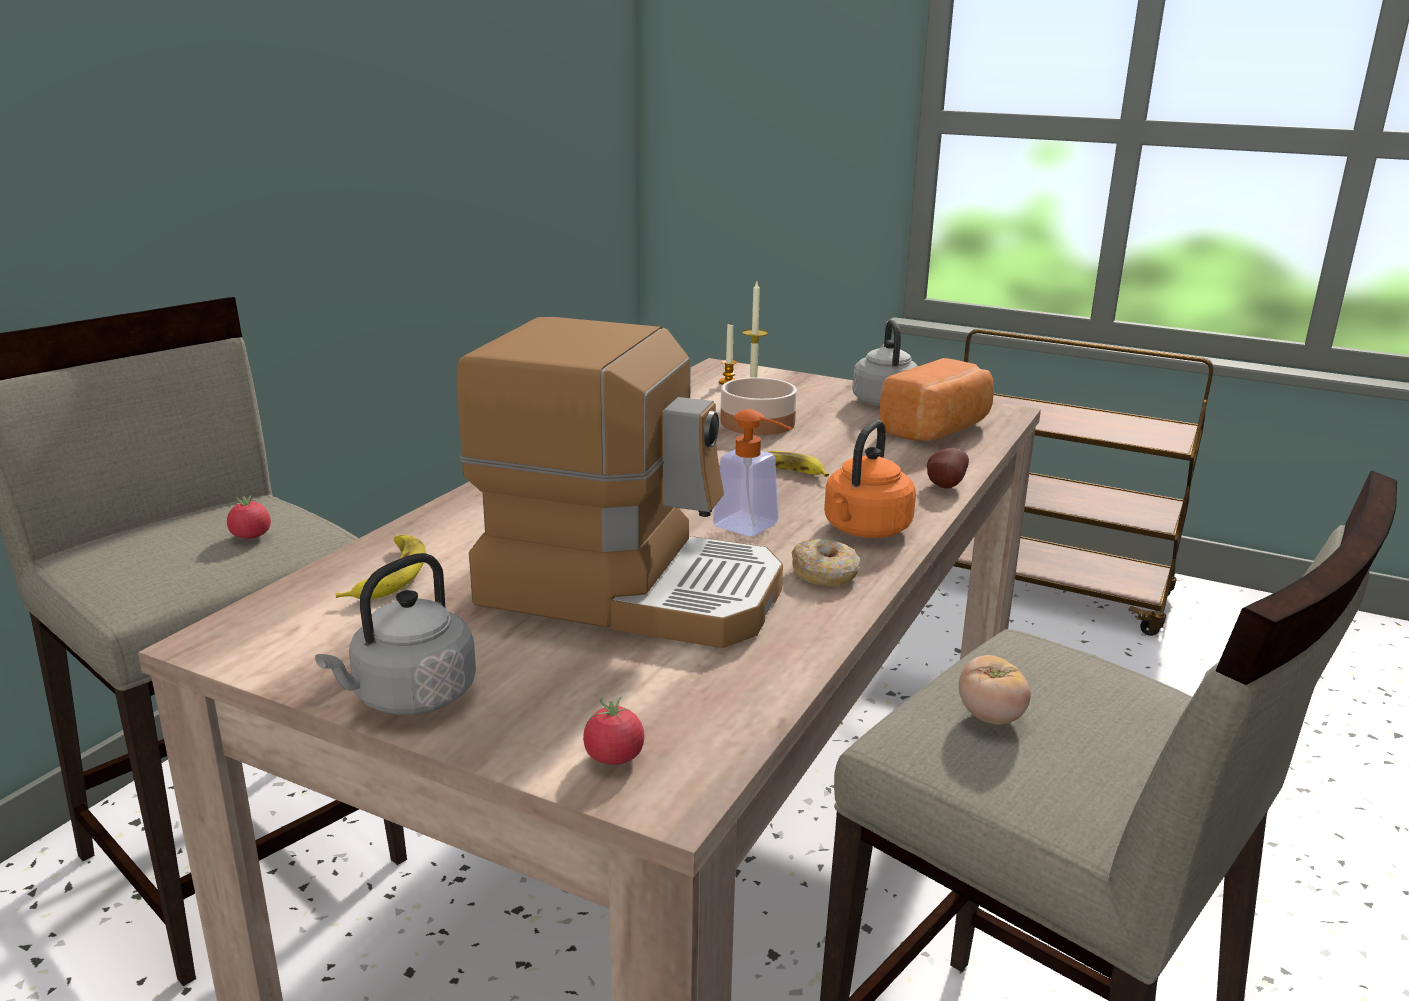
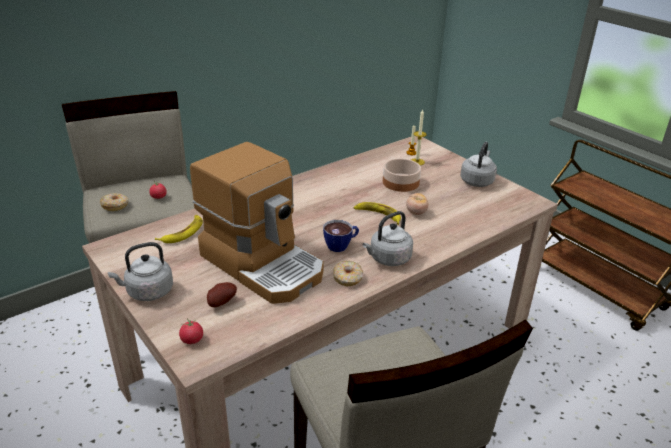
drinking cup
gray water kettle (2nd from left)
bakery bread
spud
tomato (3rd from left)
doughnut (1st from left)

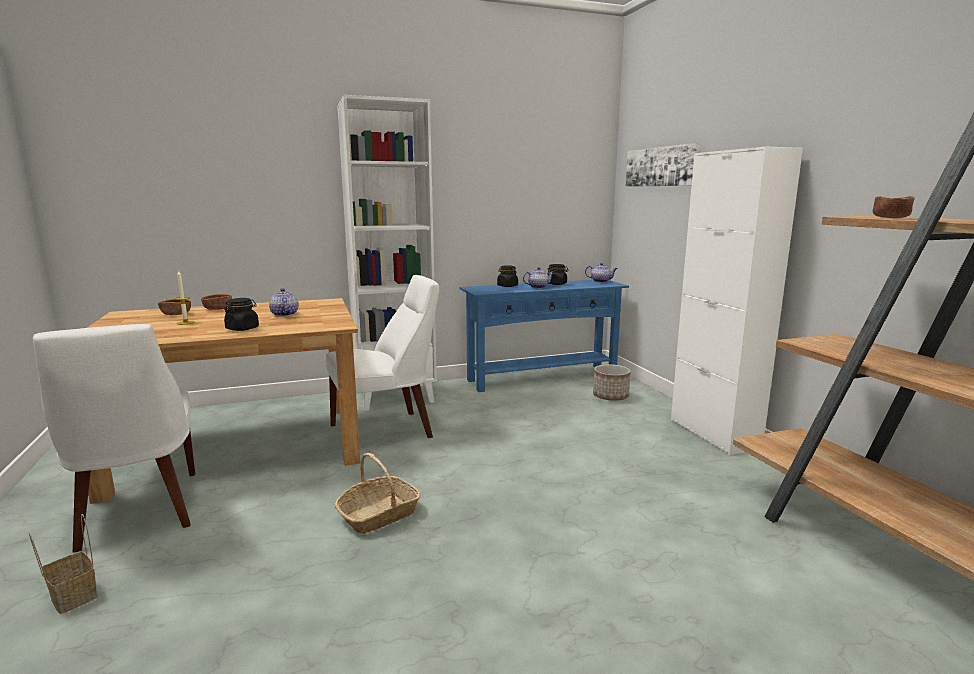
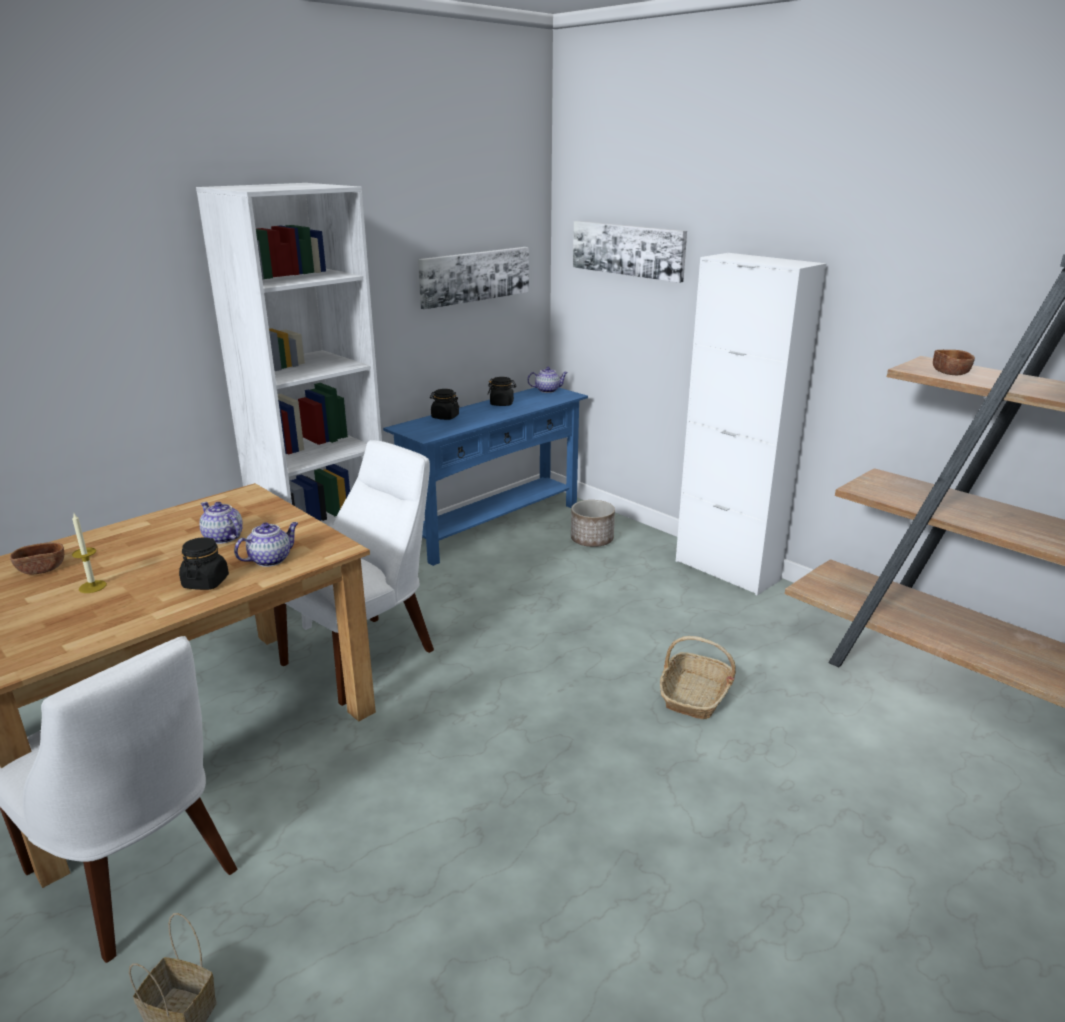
brownish serving bowl (2nd from left in the first image)
household basket (2nd from left)
pot for tea (2nd from left)
wall art (1st from left)

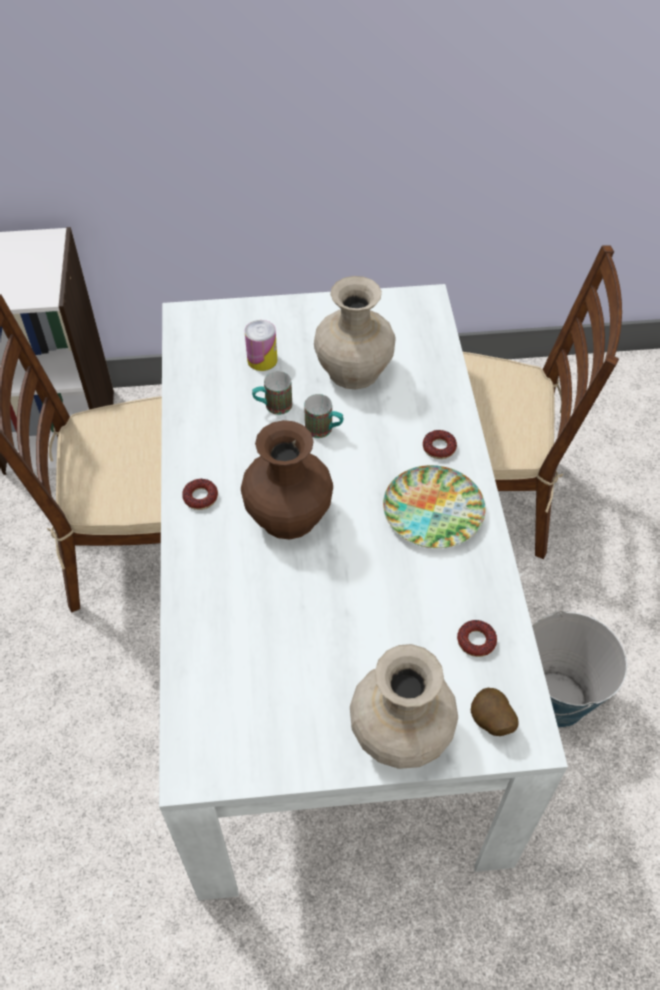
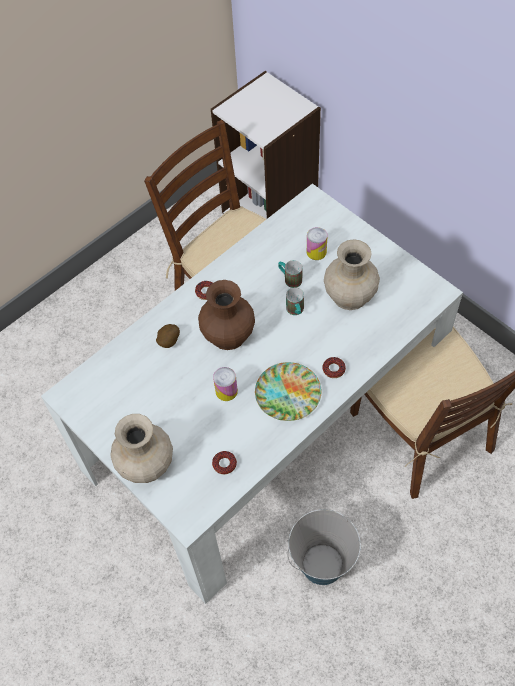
spud
sealed can (1st from left)

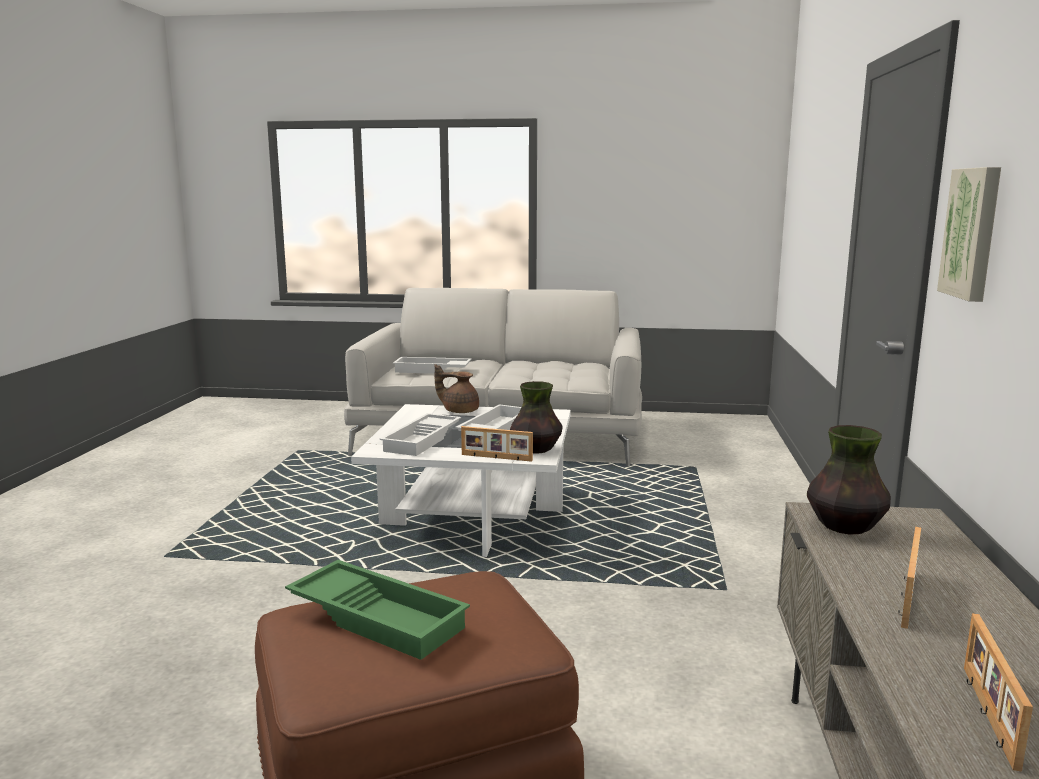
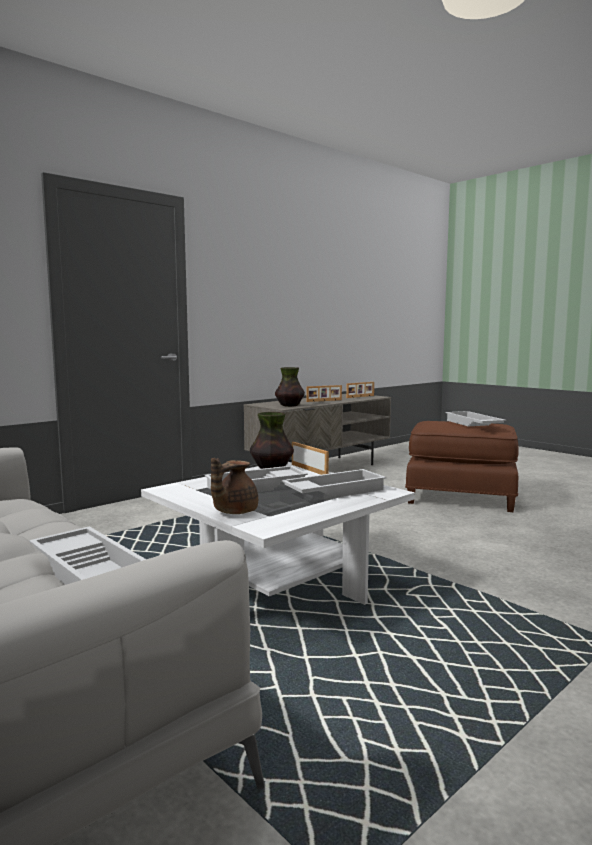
white carrying tray (4th from left)
brownish pot for tea
wall art

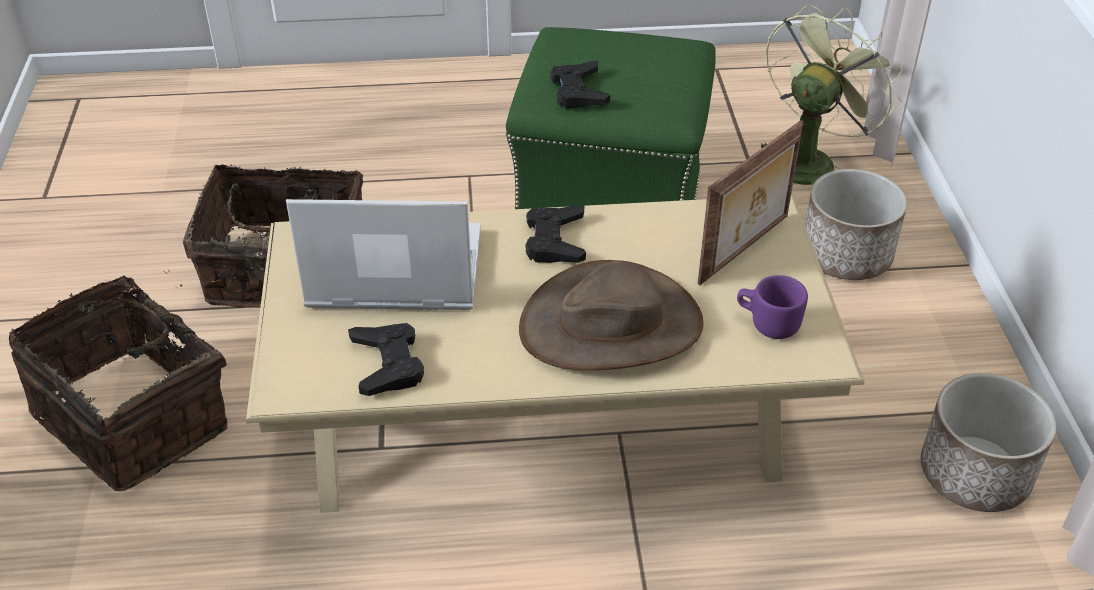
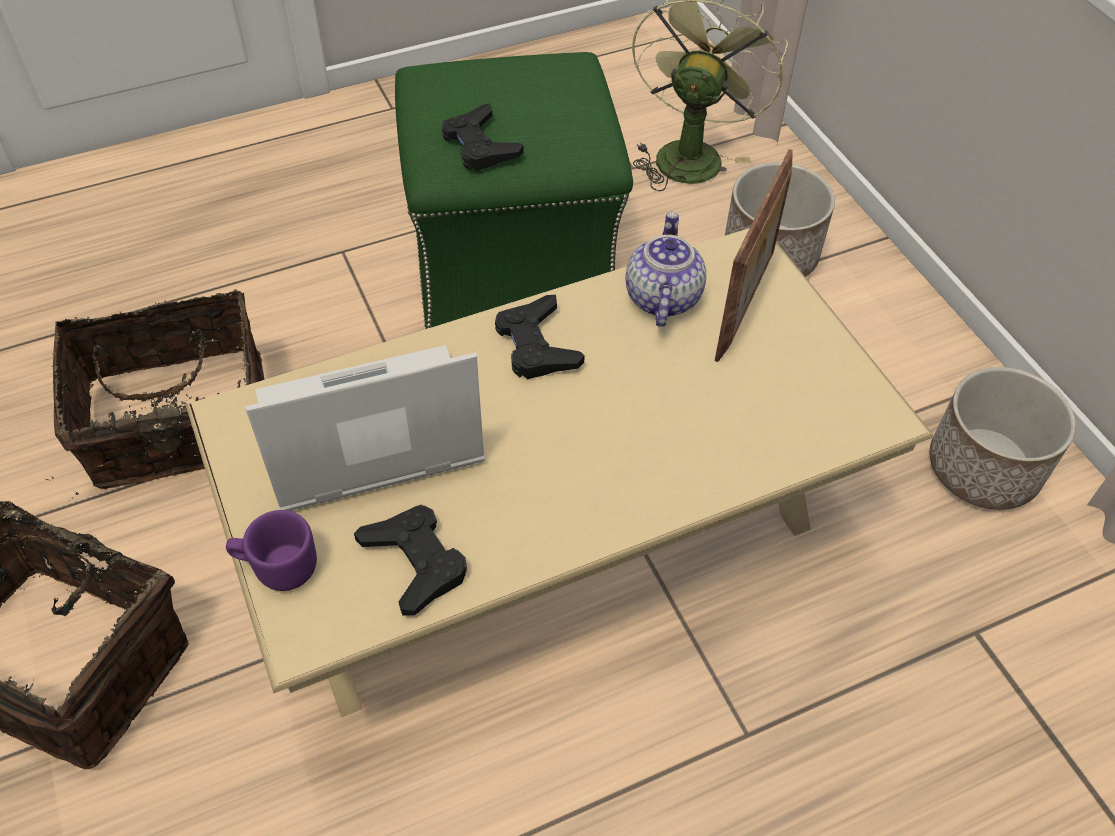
brownish hat
purplish coffee mug
pot for tea

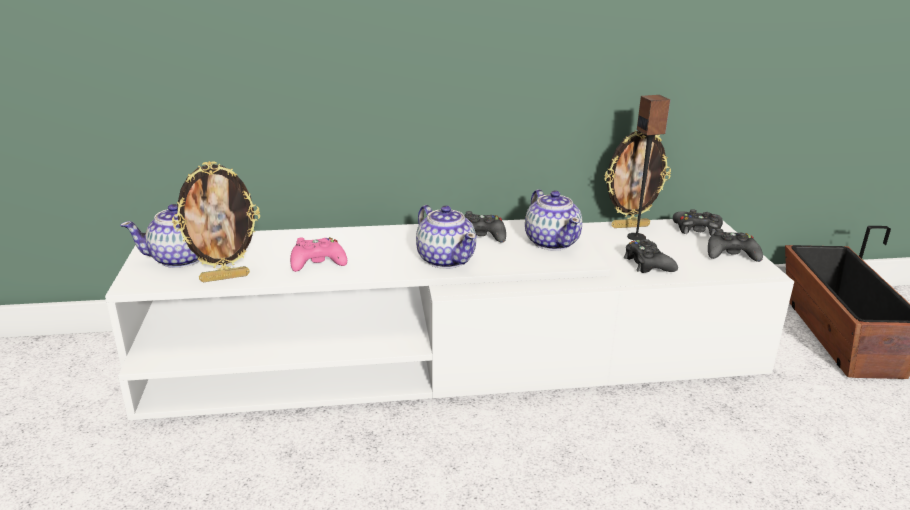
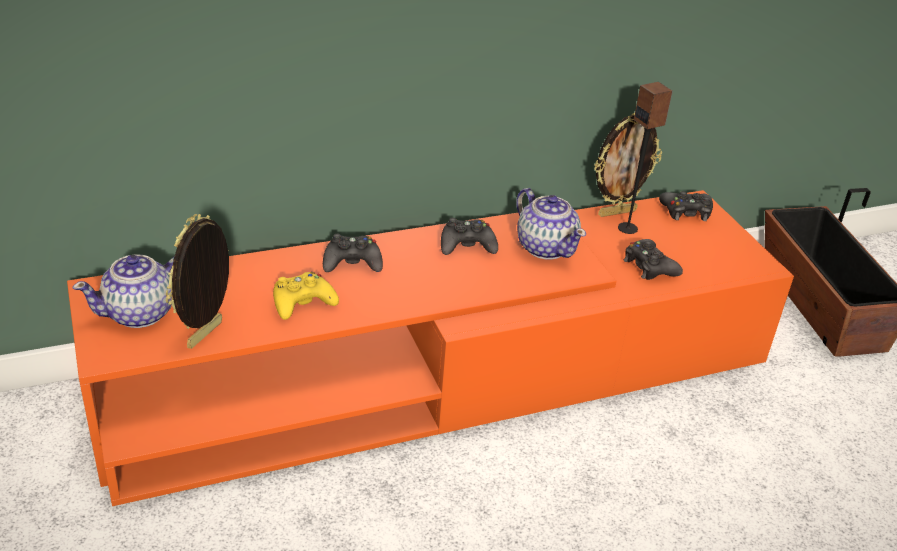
orange-coloured media console
picture frame (1st from left)
yellow-coloured joypad
pot for tea (2nd from left in the first image)
black joypad (1st from left)

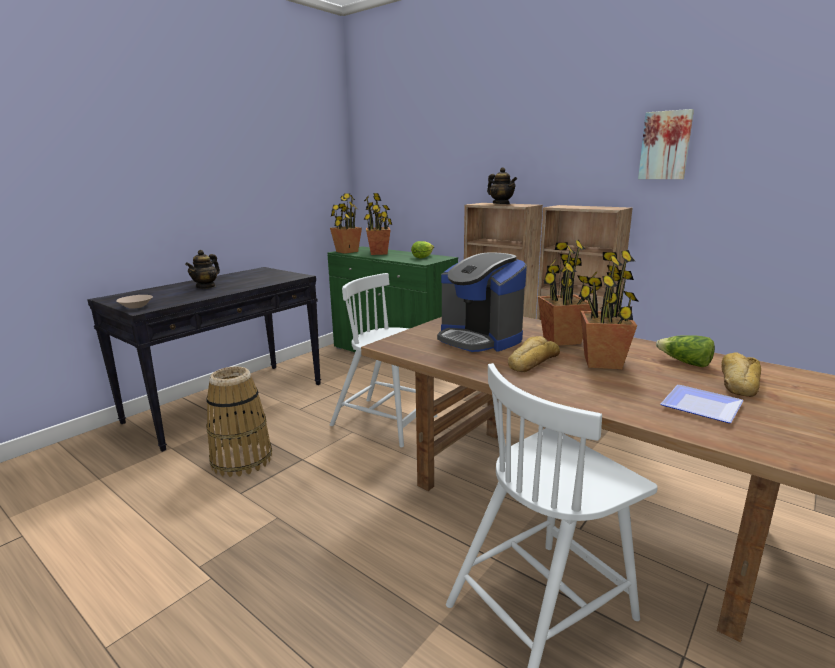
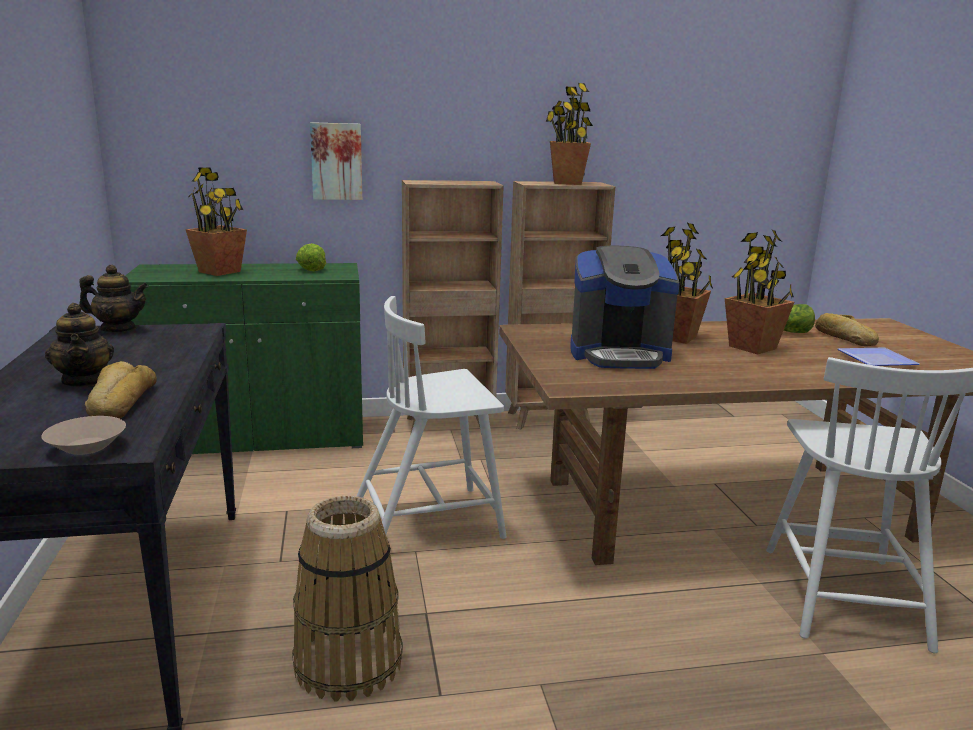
plant in a pot (2nd from left)
pot for tea (2nd from left)
bakery bread (1st from left)
wall art

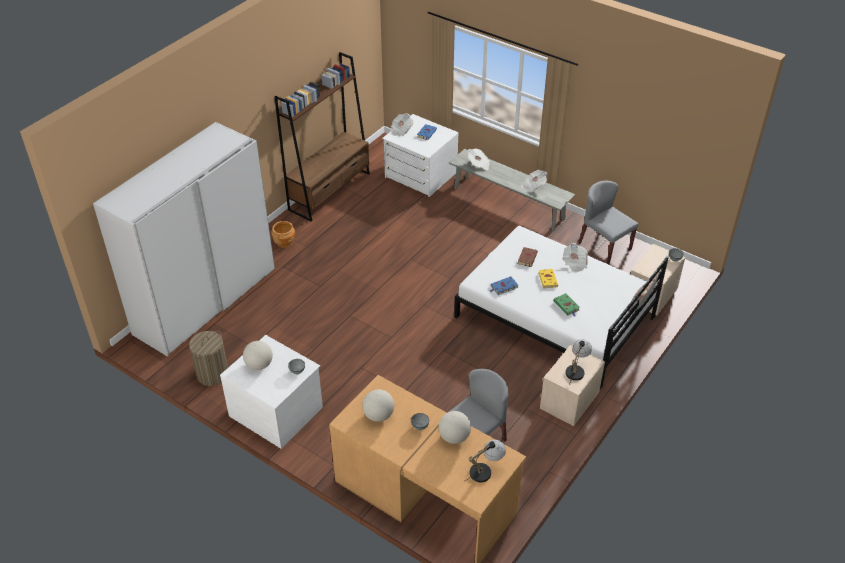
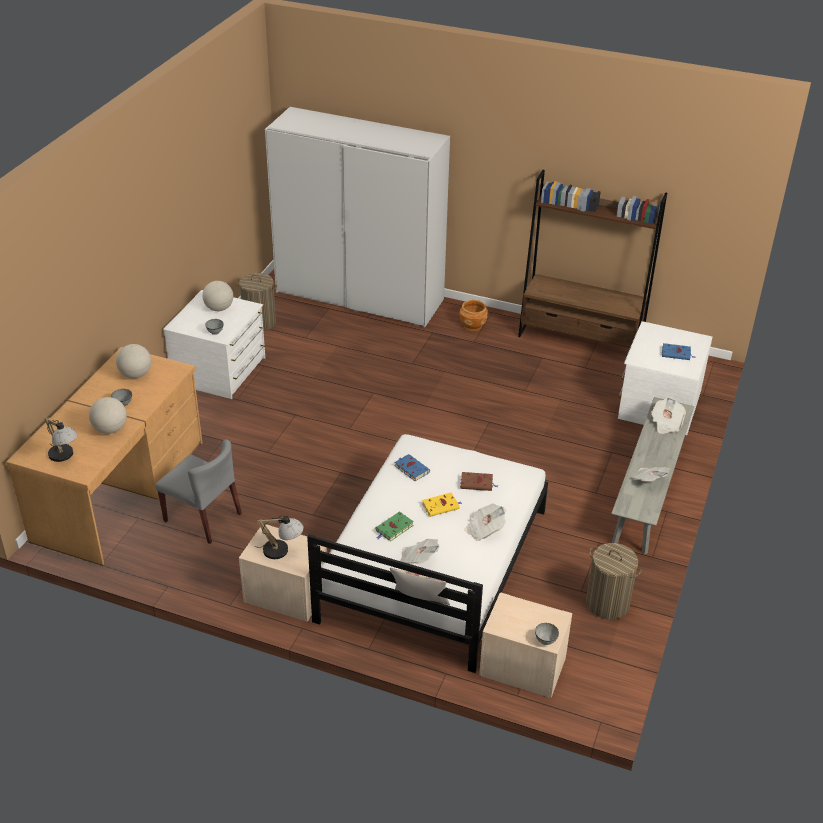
newspaper (1st from left)
hamper (2nd from left)

